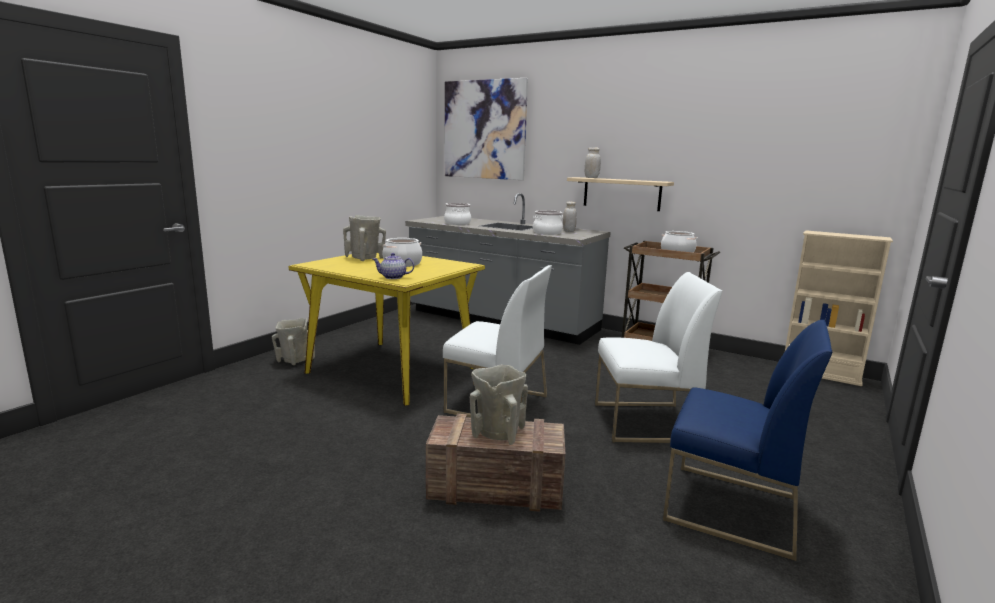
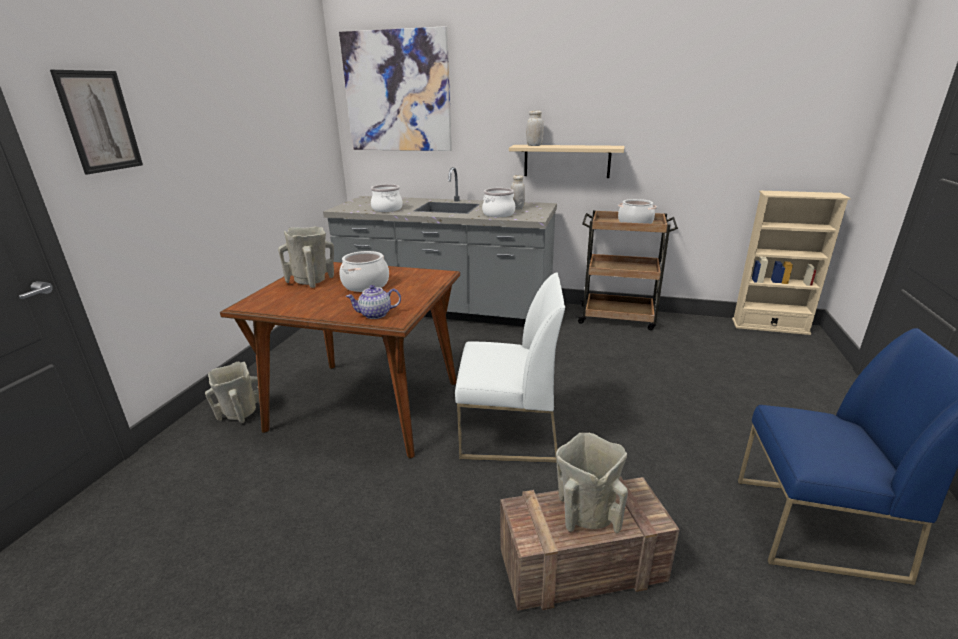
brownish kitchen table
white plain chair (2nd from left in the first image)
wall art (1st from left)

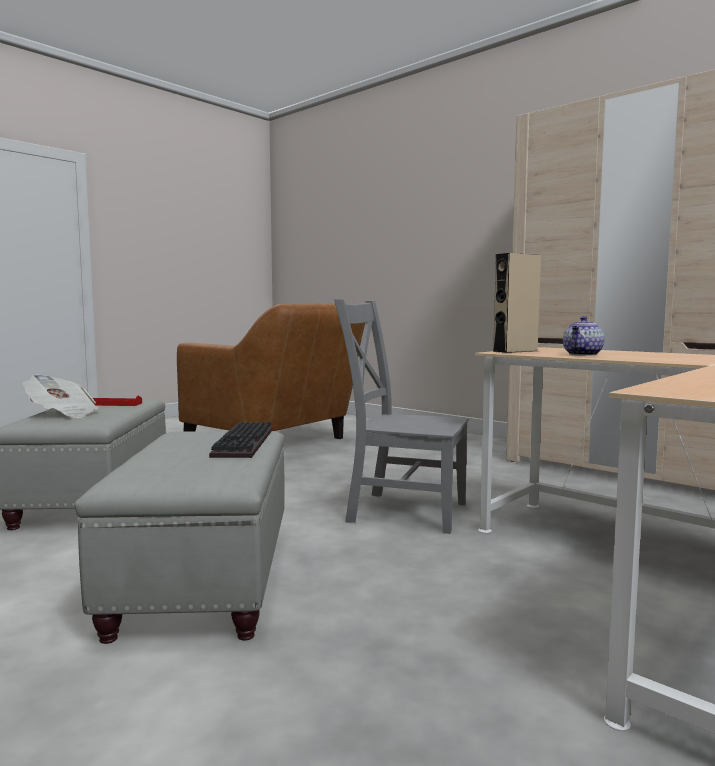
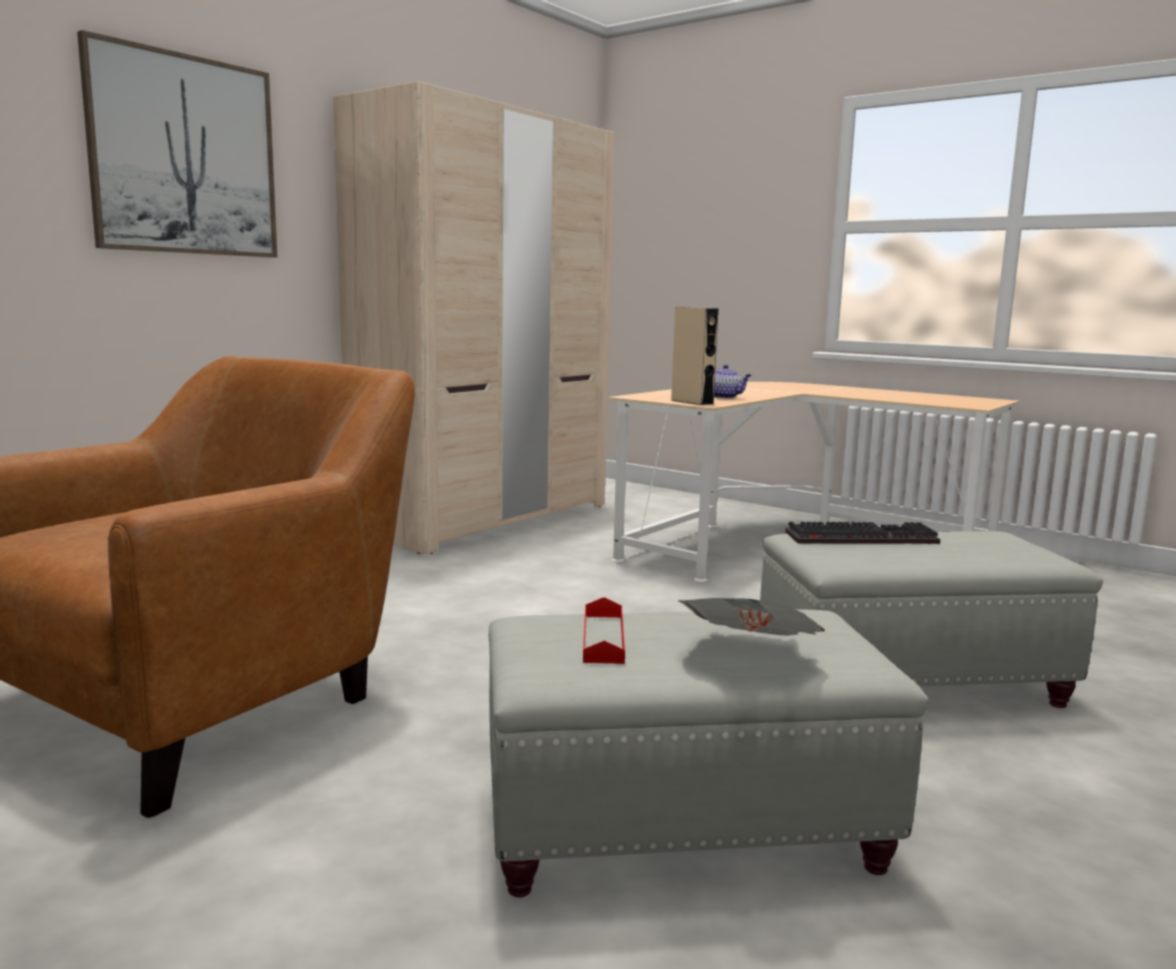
gray plain chair
wall art

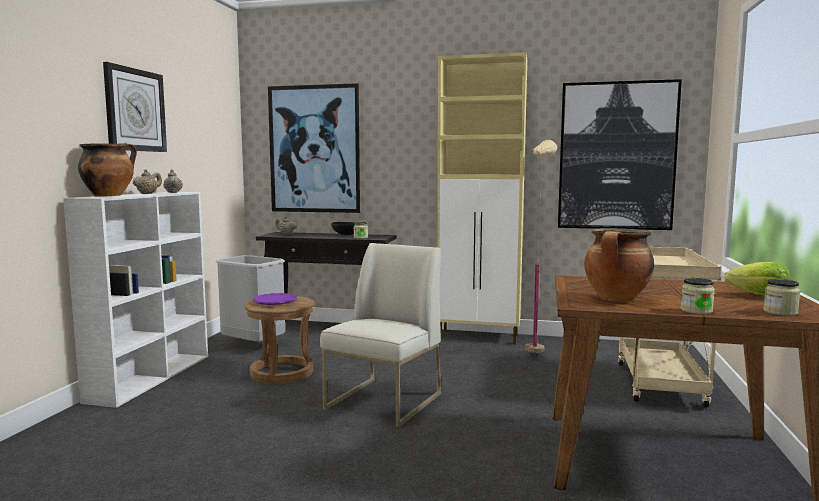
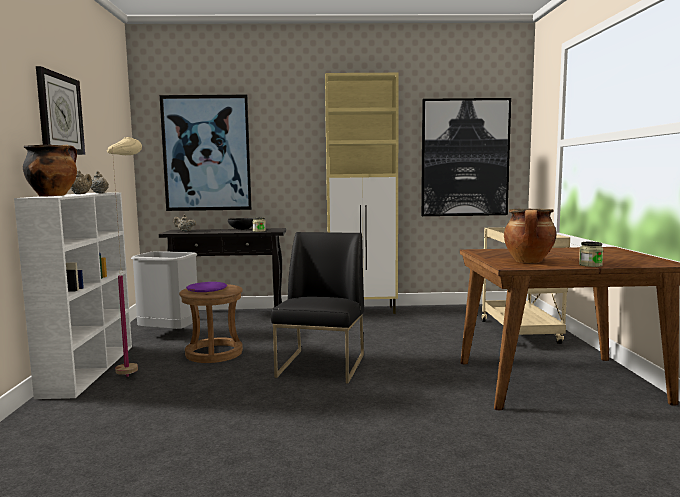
black plain chair
beige-coloured floor lamp
head of lettuce
jar (3rd from left in the first image)

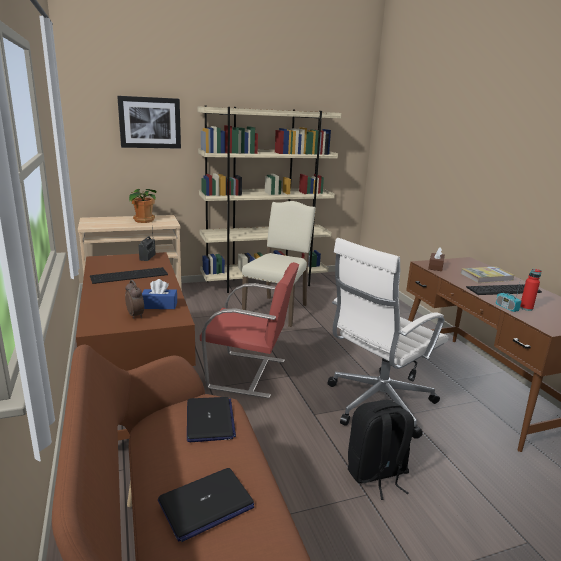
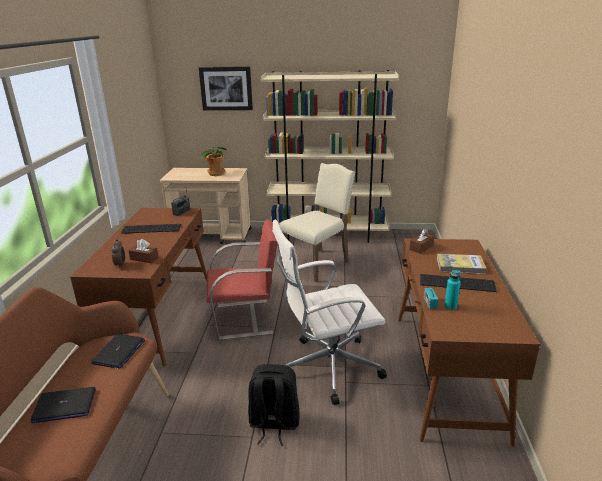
brownish tissue holder (1st from left)
red-coloured plain chair
turquoise bottle

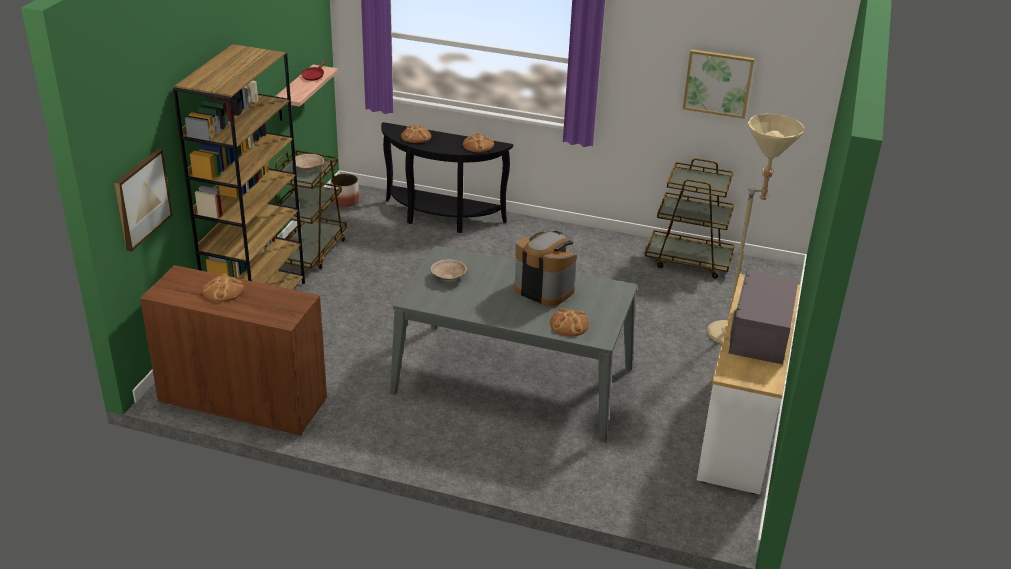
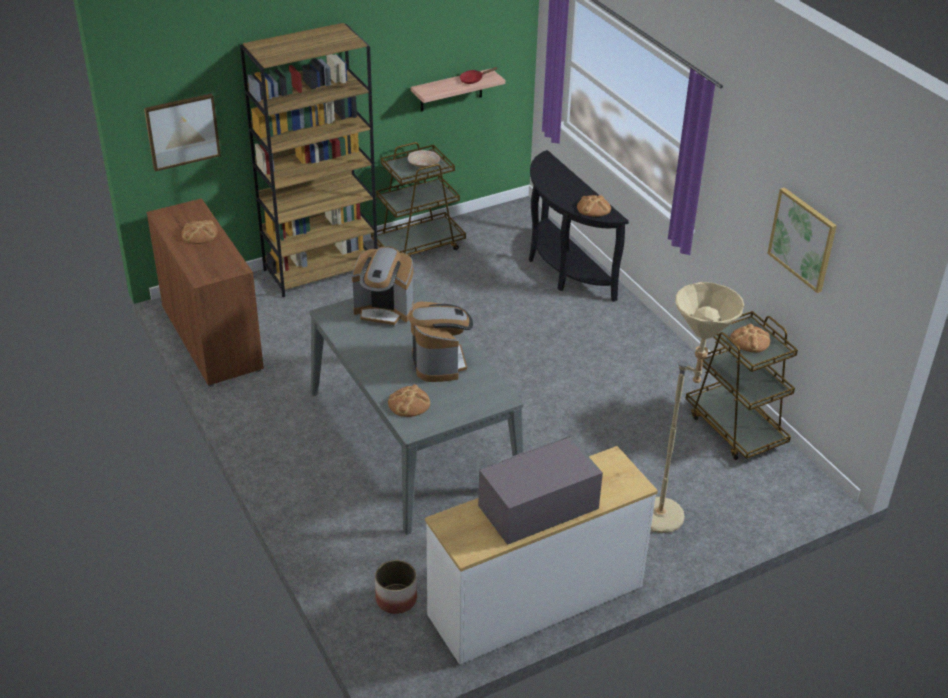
plant pot
bakery bread (4th from left)
coffee brewer (1st from left)

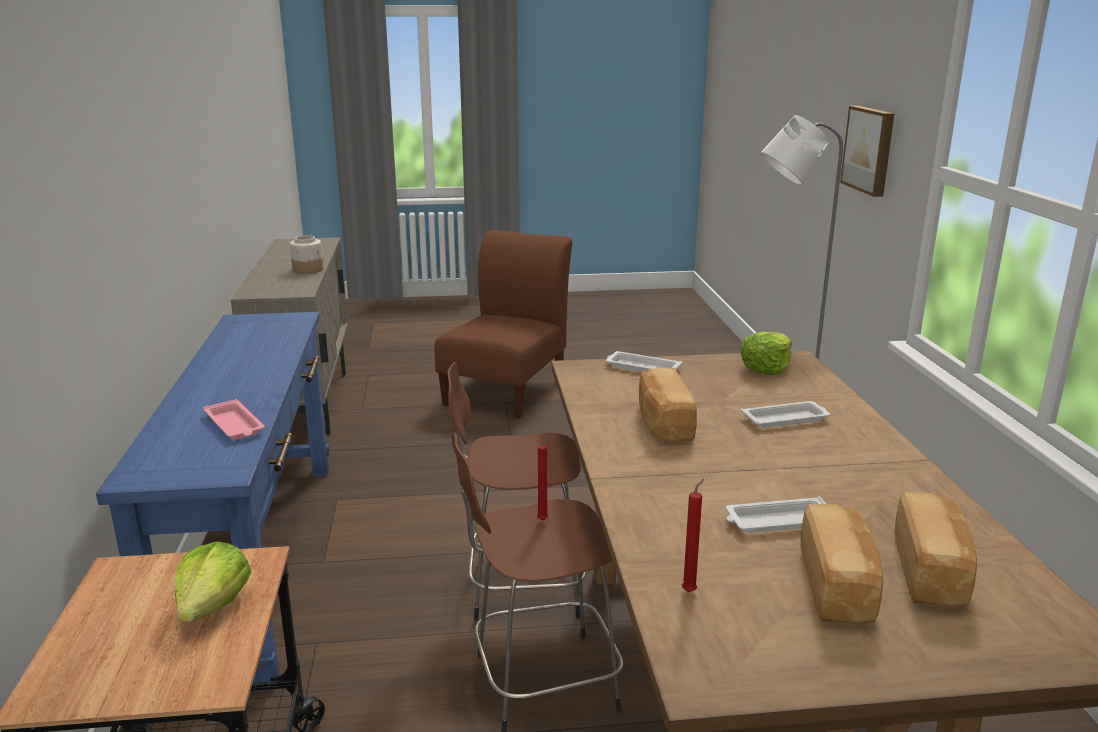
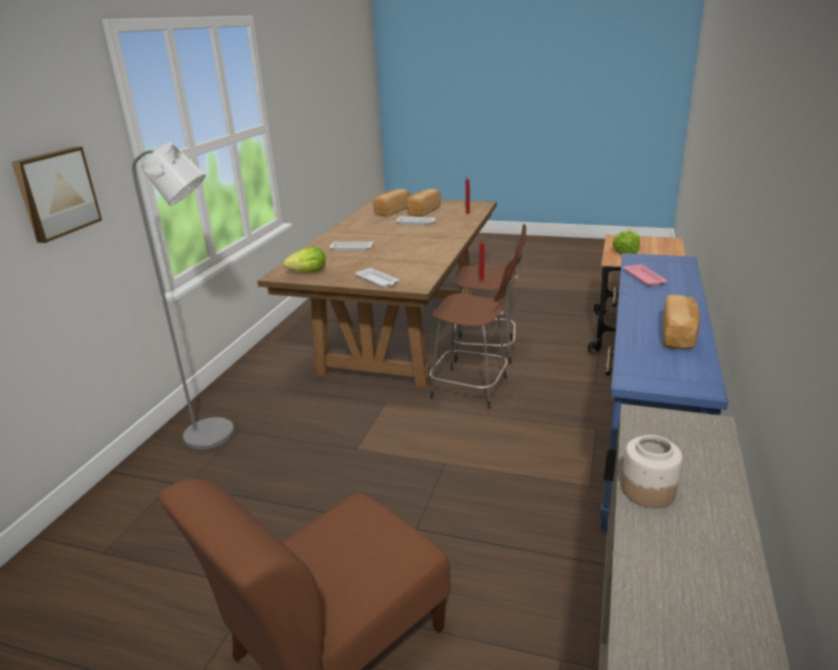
bakery bread (3rd from left)

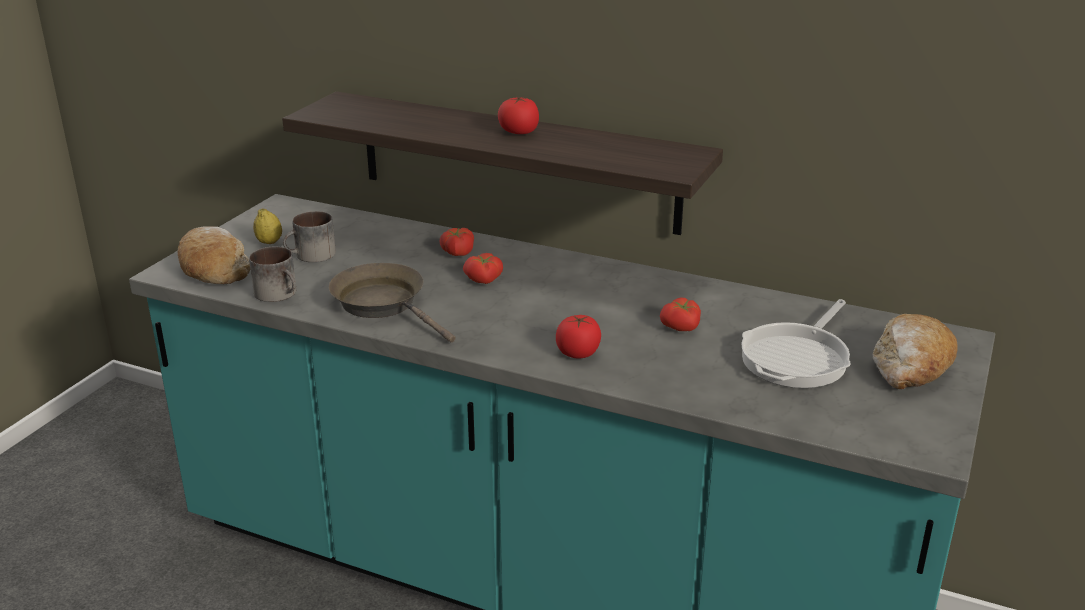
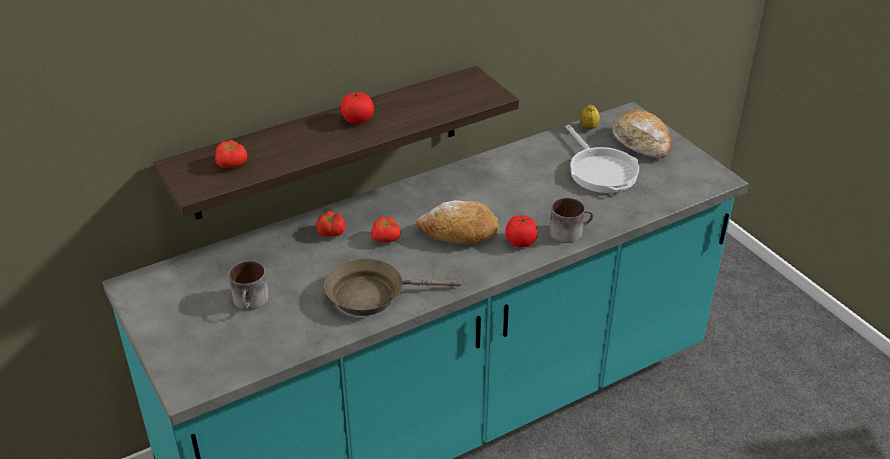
bakery bread (1st from left)
coffee mug (2nd from left)
citrus fruit
tomato (1st from left)

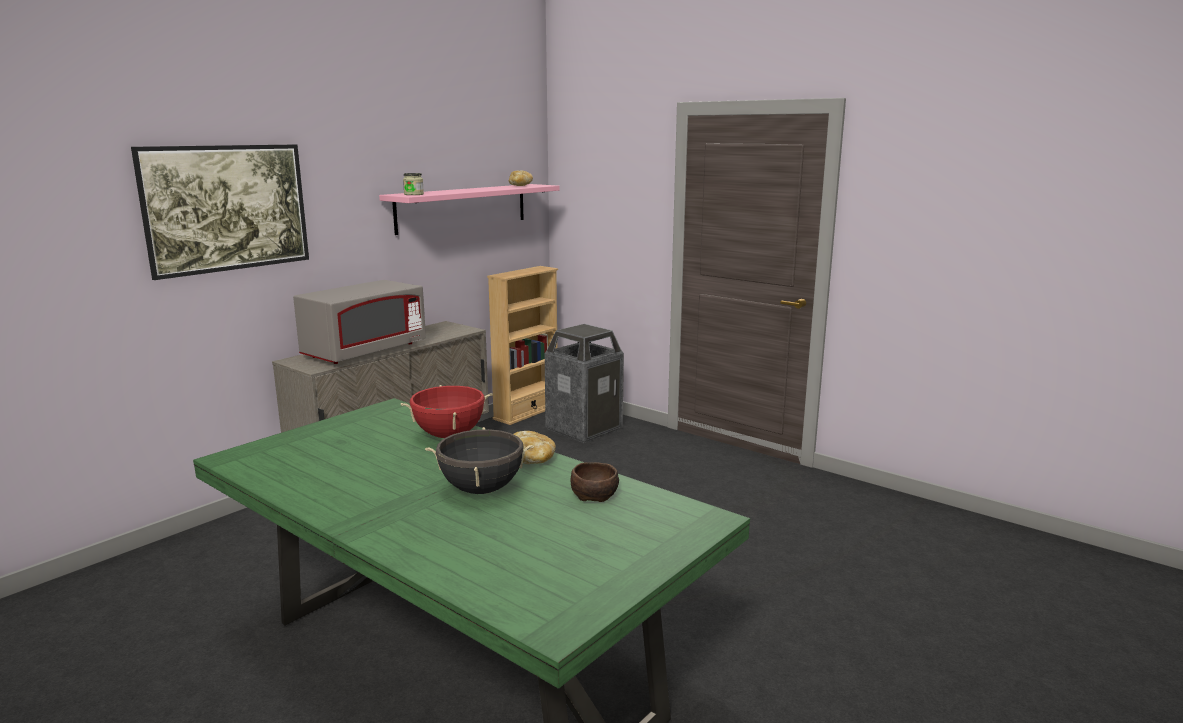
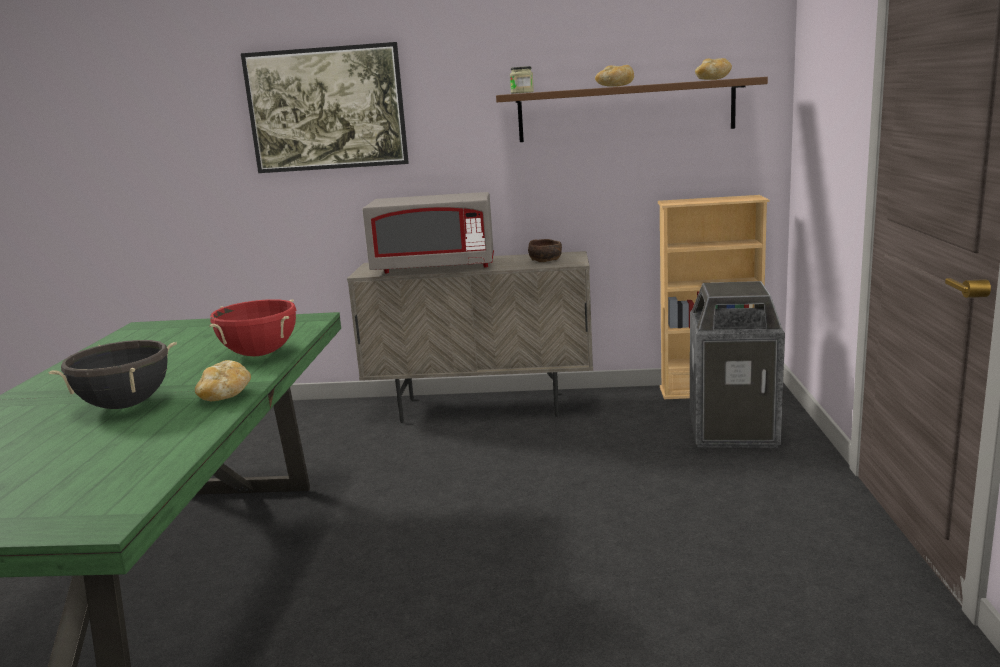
brownish wall shelf
brownish serving bowl
bakery bread (2nd from left)

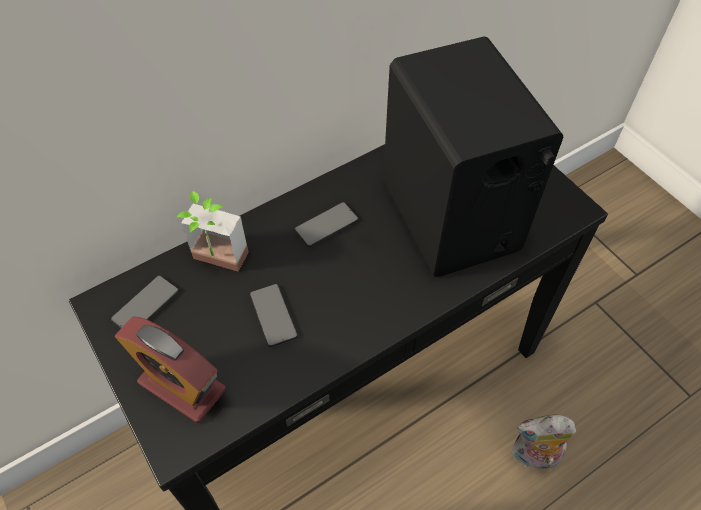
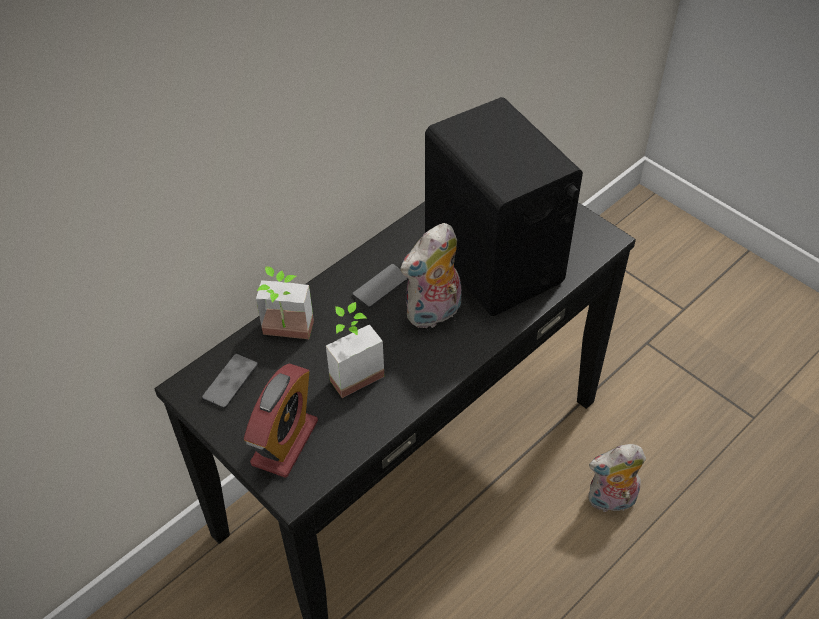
table clock
plant in a pot (2nd from left)
soft toy (1st from left)

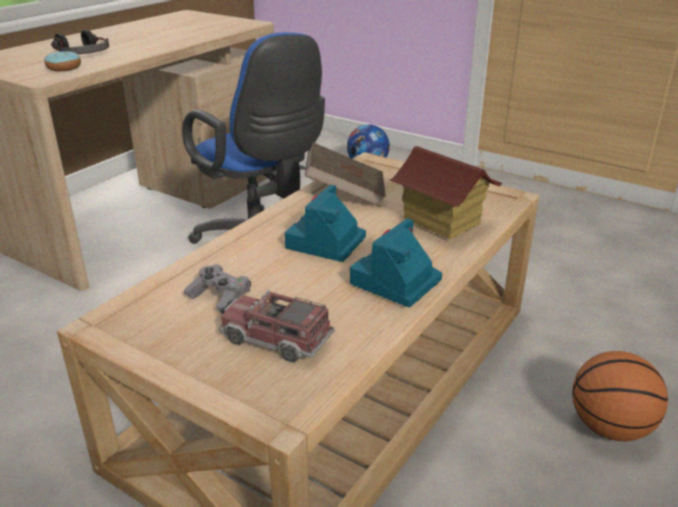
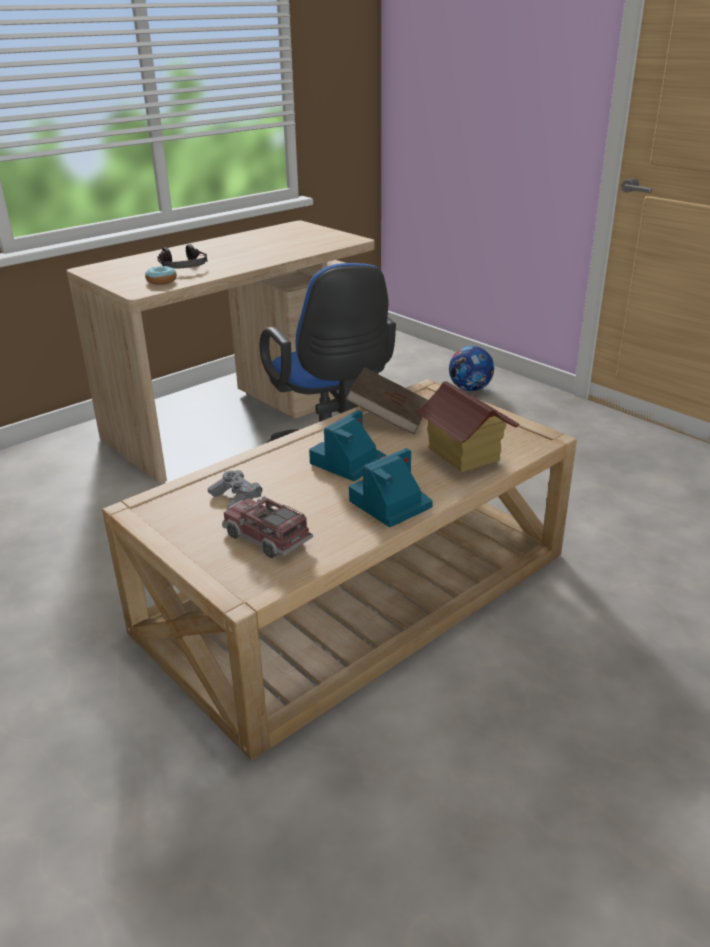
ball for basketball

